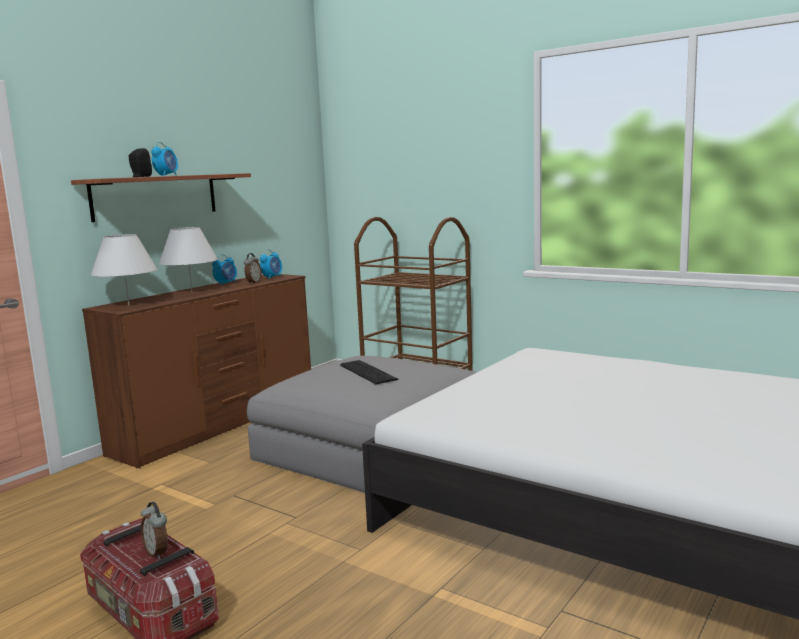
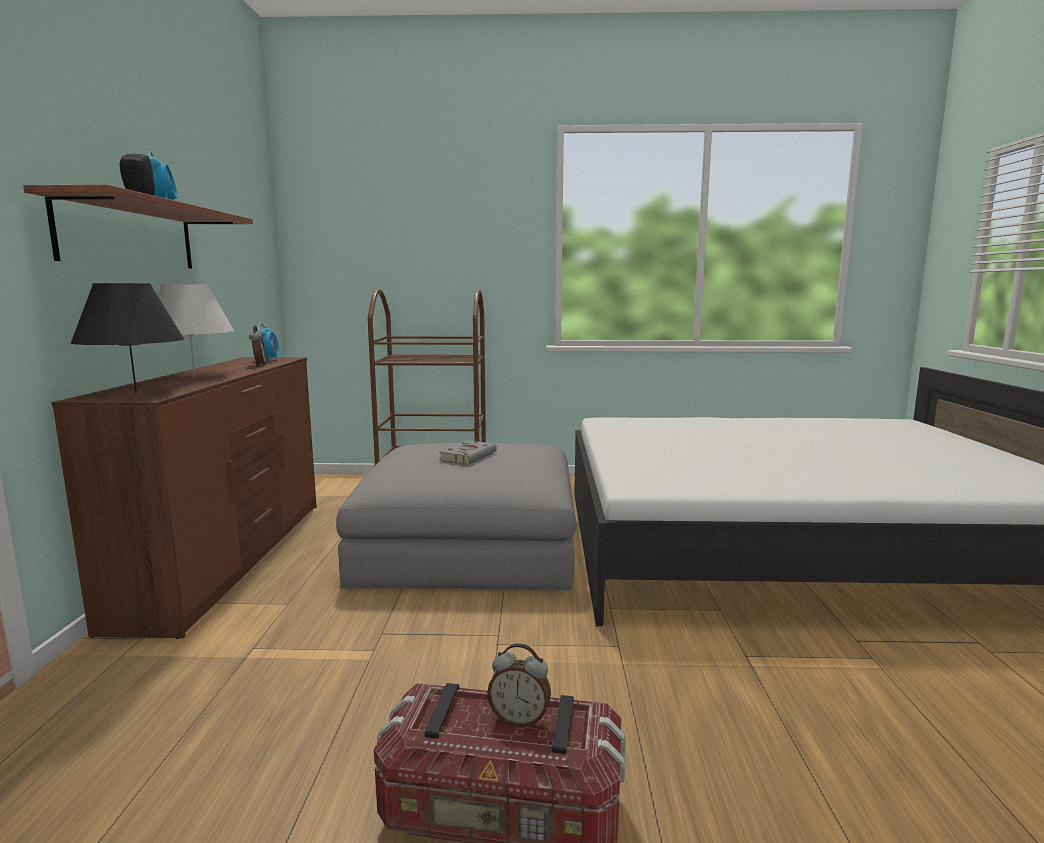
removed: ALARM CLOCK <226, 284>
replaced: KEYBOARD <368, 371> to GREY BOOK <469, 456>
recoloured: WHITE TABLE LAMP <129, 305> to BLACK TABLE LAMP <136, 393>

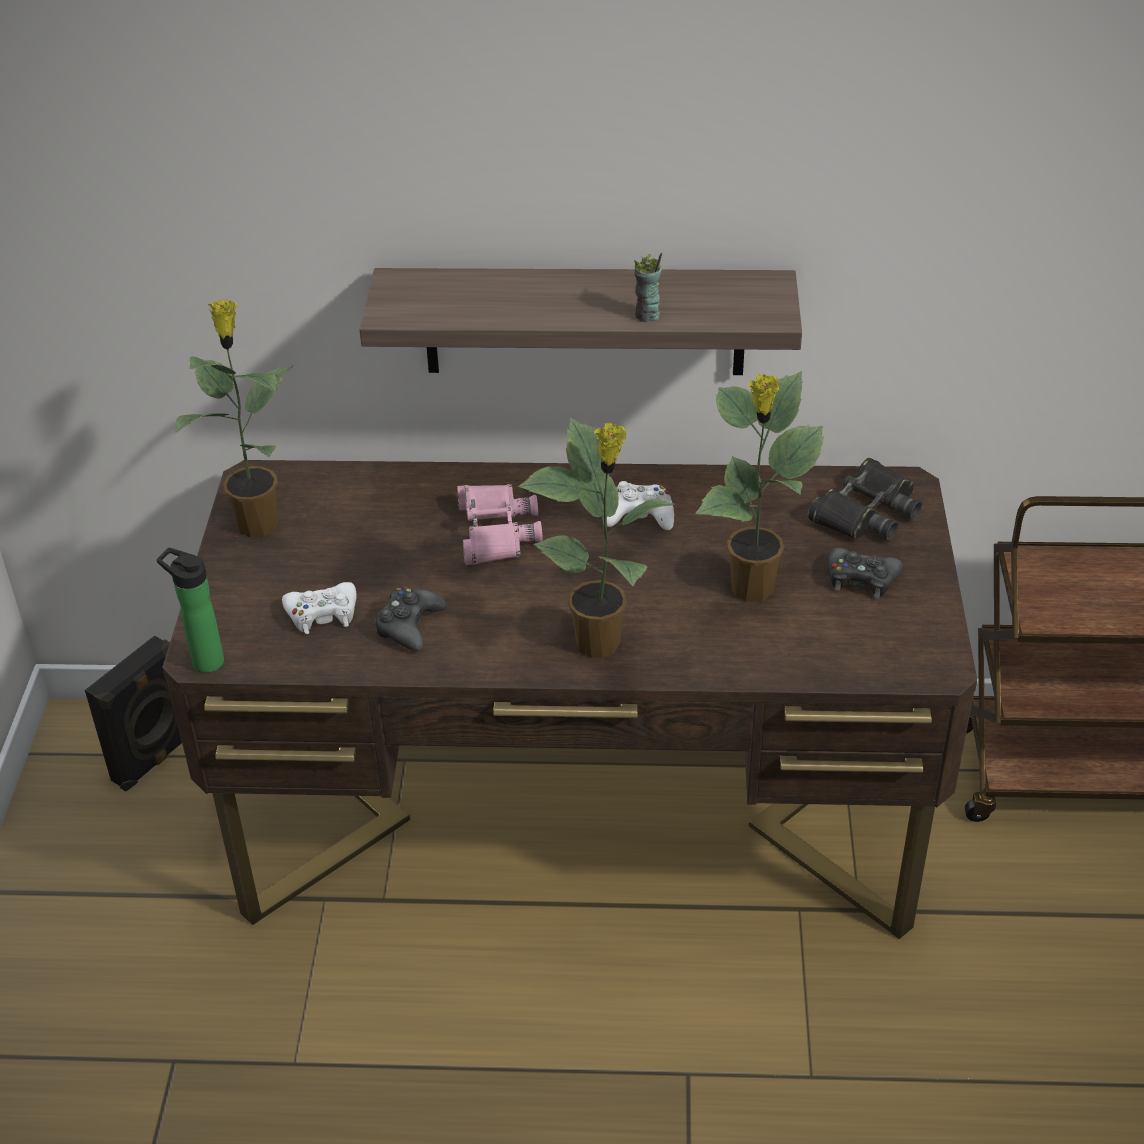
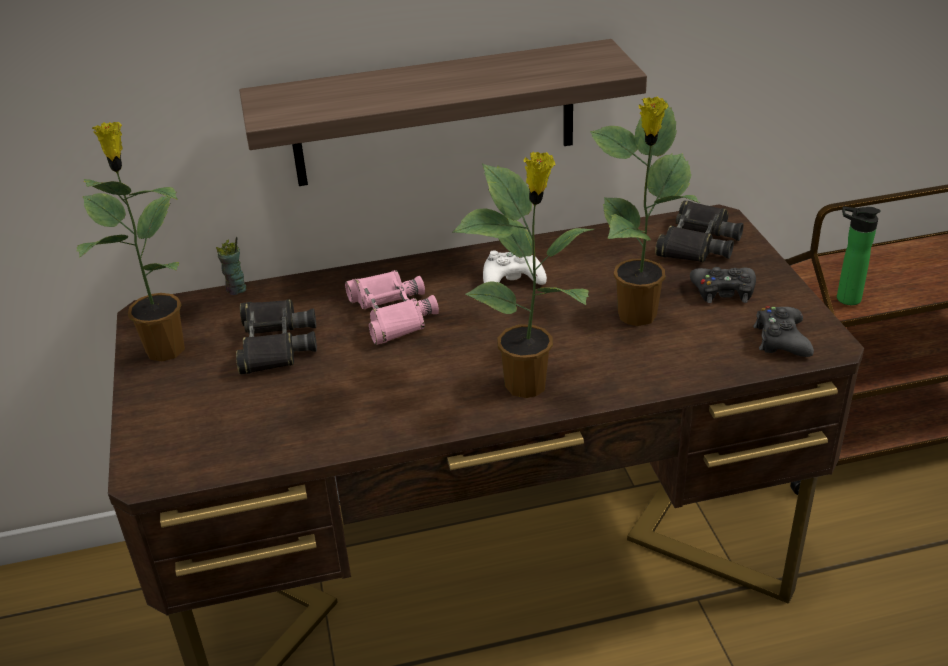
removed: BLACK SPEAKER <154, 759>; WHITE GAME CONTROLLER <322, 614>
added: BLACK BINOCULARS <274, 343>
moved: CUP <647, 316> to <236, 289>; BLACK GAME CONTROLLER <409, 625> to <781, 339>; BOTTLE <203, 660> to <844, 298>

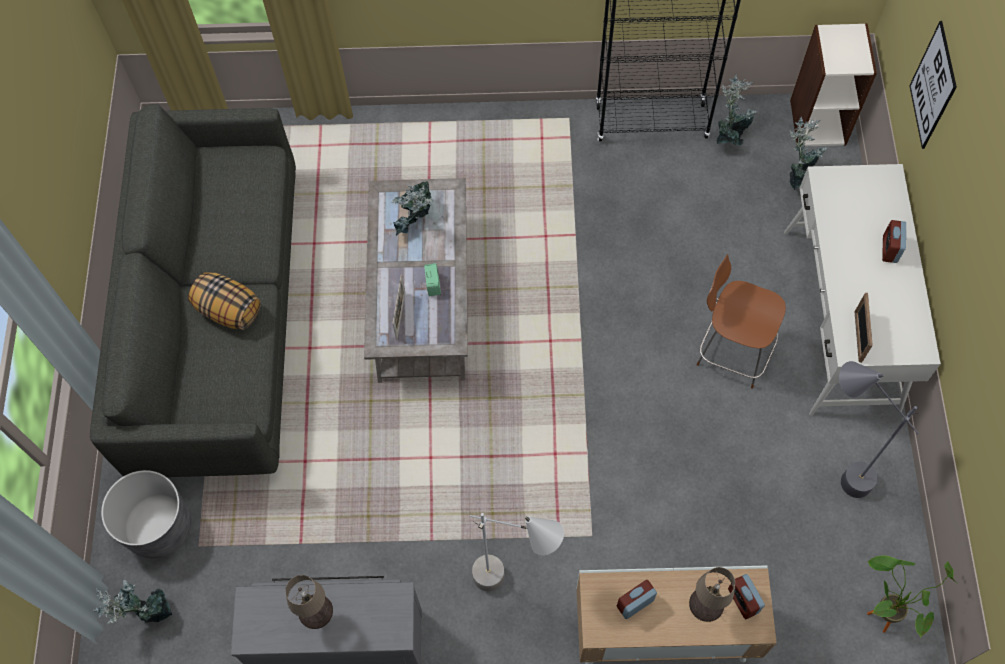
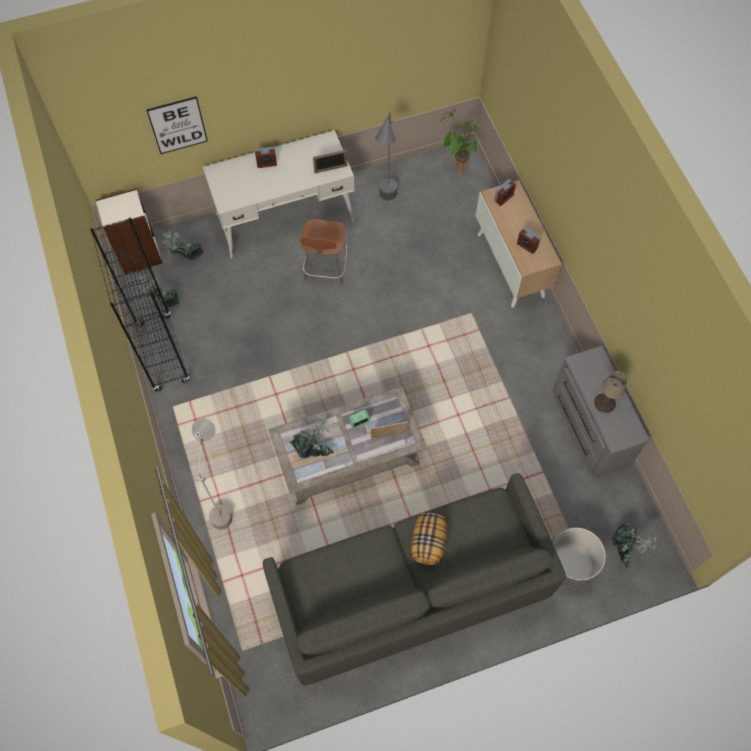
removed: BEIGE TABLE LAMP <707, 604>
moved: GREY FLOOR LAMP <514, 585> to <223, 502>

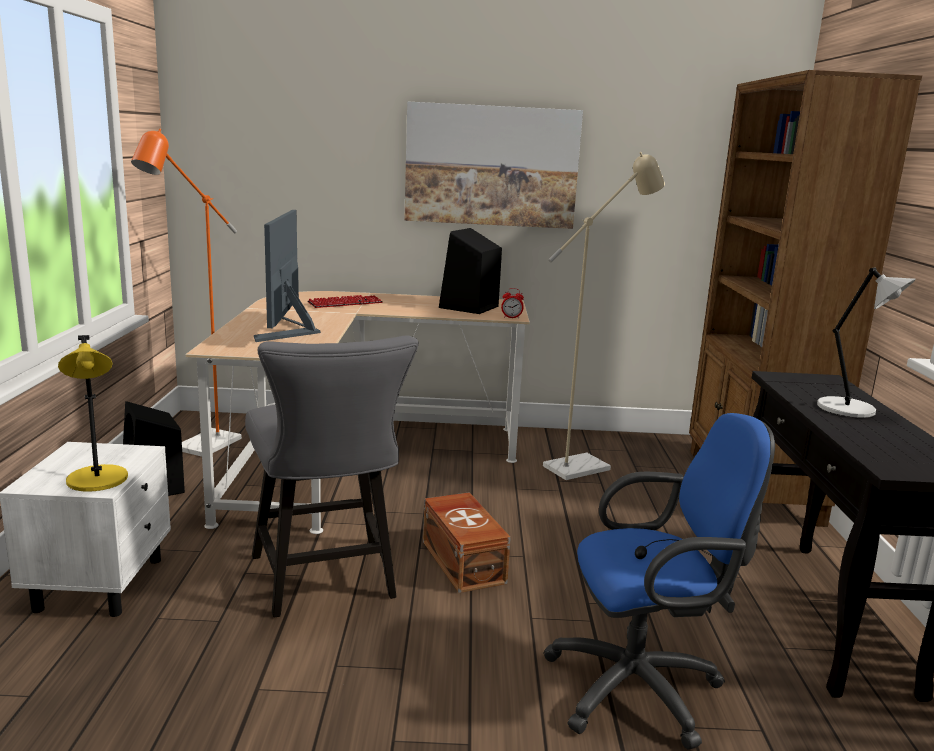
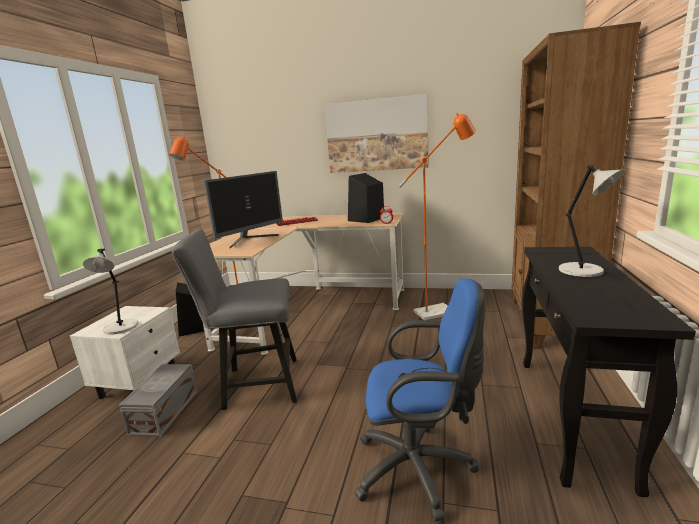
removed: BROWN STORAGE BOX <464, 561>
added: GREY STORAGE BOX <163, 412>
recoloured: YELLOW TABLE LAMP <98, 481> to GREY TABLE LAMP <120, 328>; BEIGE FLOOR LAMP <585, 466> to ORANGE FLOOR LAMP <440, 311>
turned: GREY CHAIR <327, 582> = <255, 384> 90 degrees clockwise; MONITOR <289, 331> = <250, 240> 150 degrees counterclockwise

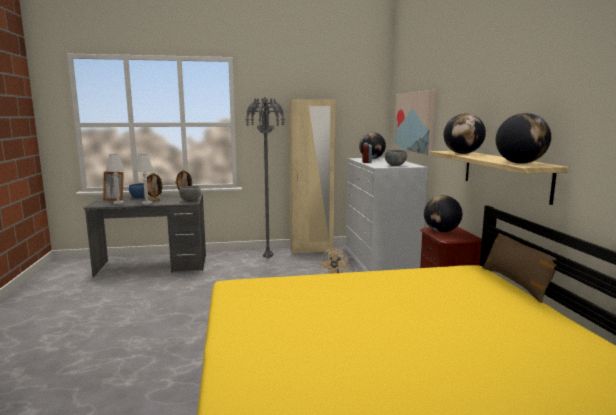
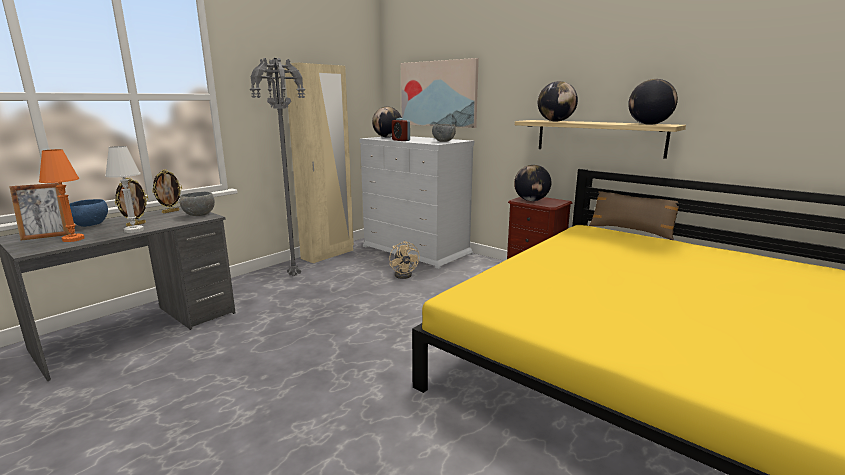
recoloured: WHITE TABLE LAMP <118, 203> to ORANGE TABLE LAMP <73, 239>

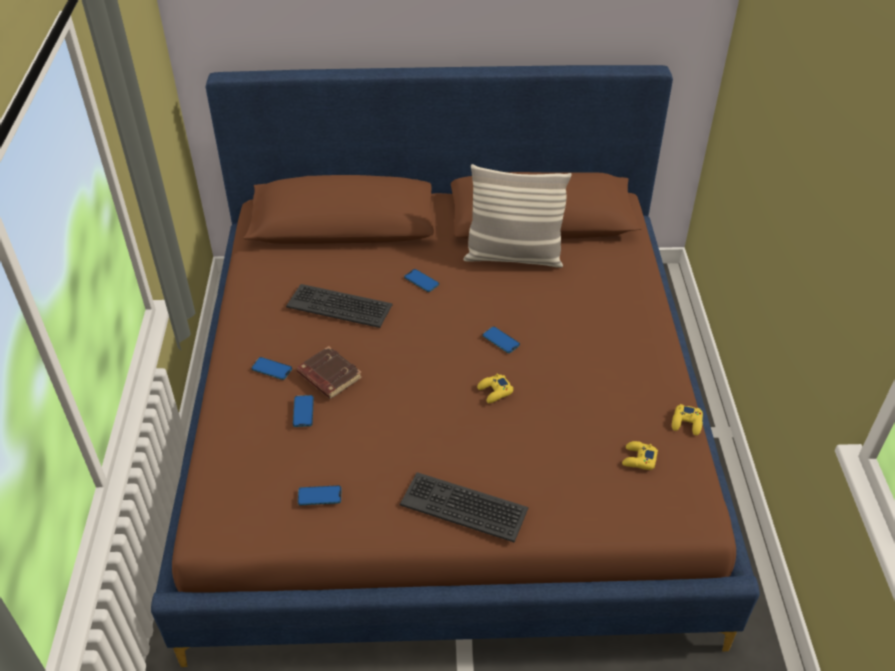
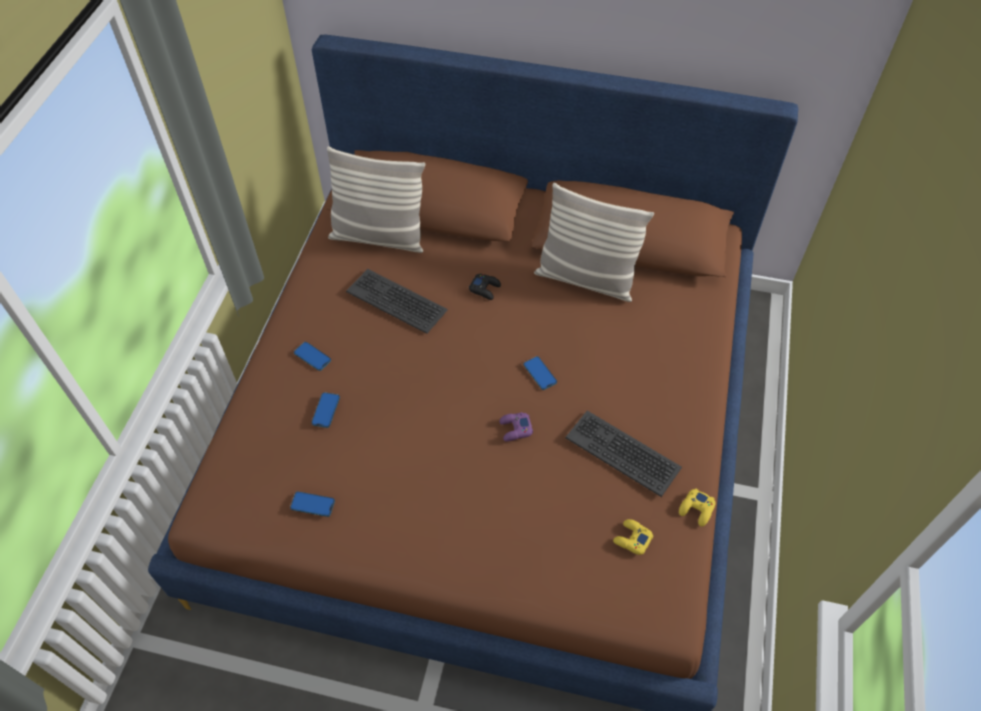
removed: BROWN BOOK <328, 376>
added: PILLOW <379, 237>
moved: KEYBOARD <464, 506> to <623, 452>
replaced: PHONE <421, 281> to BLACK GAME CONTROLLER <485, 288>
recoloured: YELLOW GAME CONTROLLER <495, 391> to PURPLE GAME CONTROLLER <515, 429>

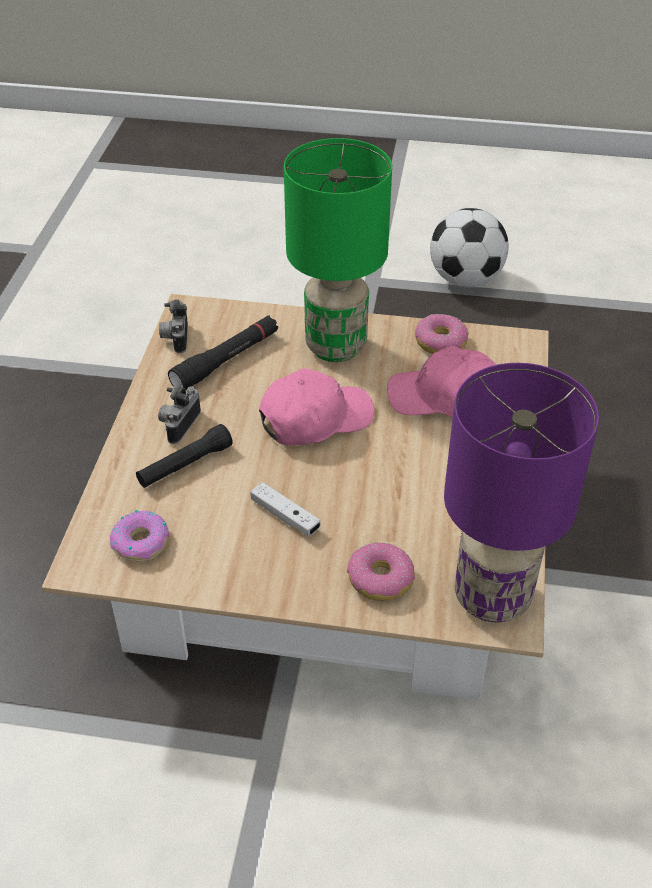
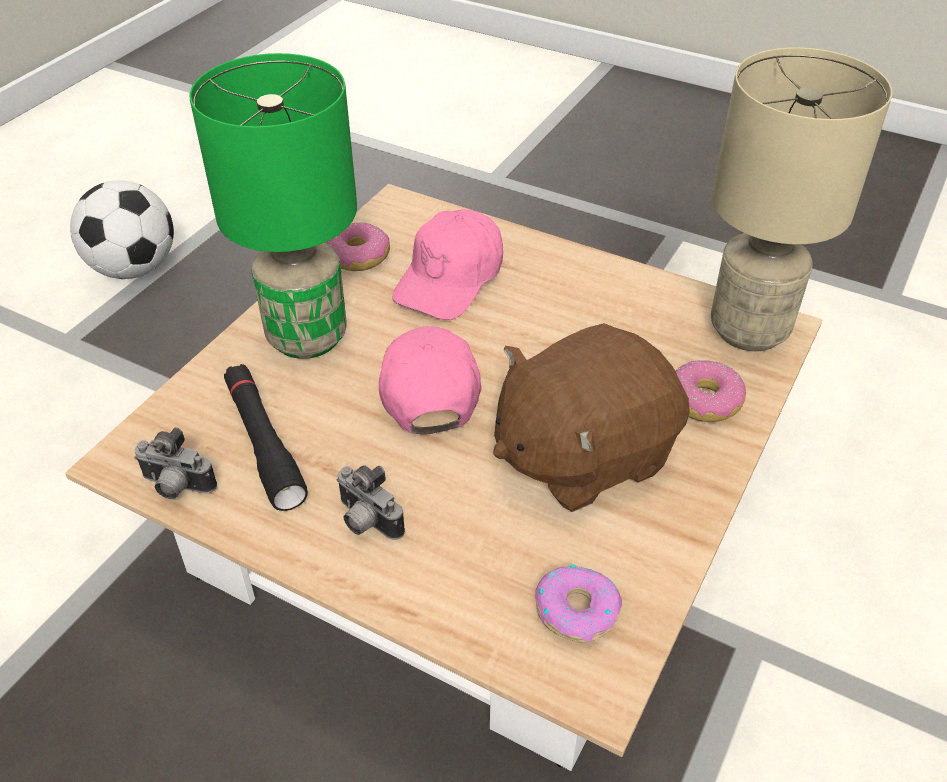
removed: BLACK FLASHLIGHT <185, 465>
replaced: WHITE GAME CONTROLLER <285, 516> to BROWN PLUSH TOY <582, 454>
recoloured: PURPLE TABLE LAMP <490, 597> to BEIGE TABLE LAMP <747, 331>

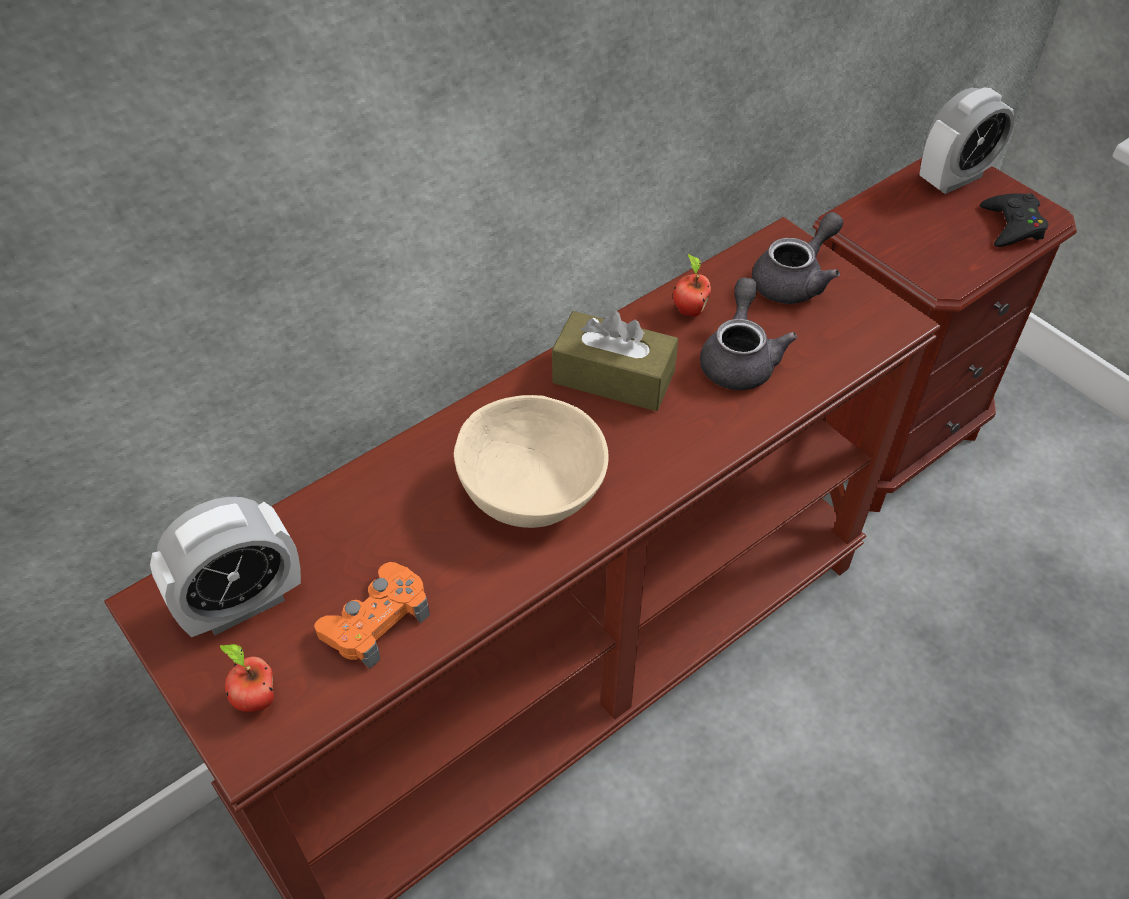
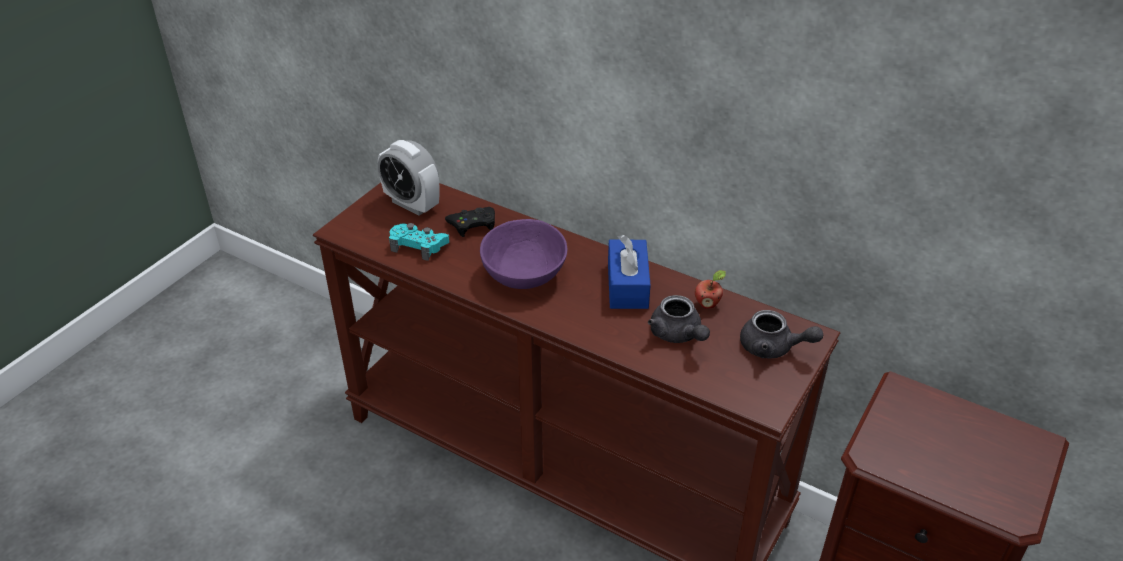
removed: APPLE <255, 699>; ALARM CLOCK <954, 179>
moved: BLACK GAME CONTROLLER <1012, 226> to <473, 225>
recoloured: ORANGE GAME CONTROLLER <376, 621> to TURQUOISE GAME CONTROLLER <418, 246>; BEIGE BOWL <529, 491> to PURPLE BOWL <523, 274>; BROWN TISSUE BOX <613, 377> to BLUE TISSUE BOX <627, 285>
turned: GREY TEAPOT <739, 358> = <678, 335> 75 degrees clockwise

